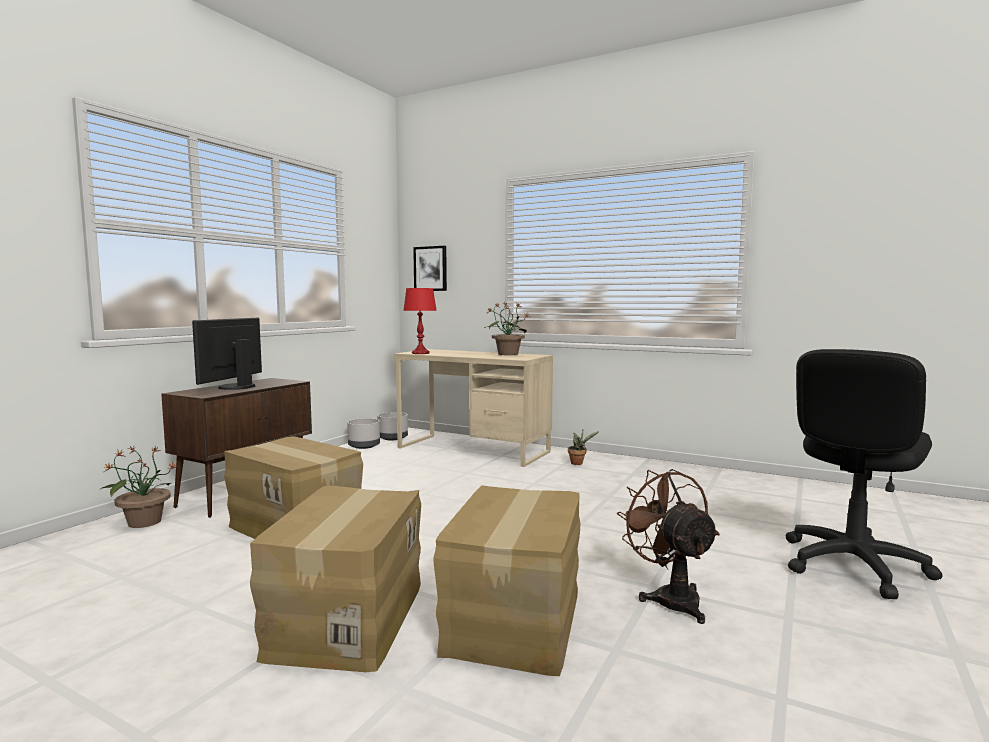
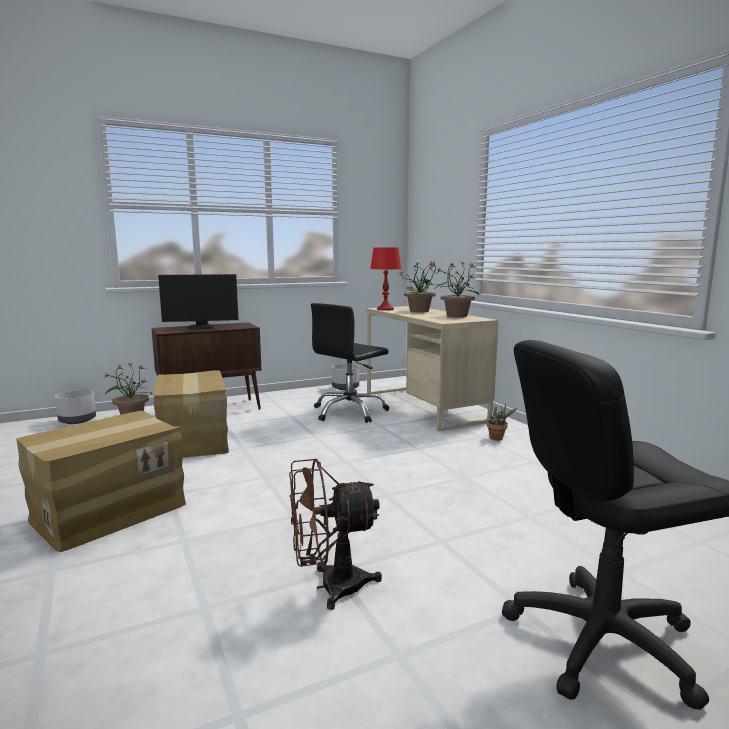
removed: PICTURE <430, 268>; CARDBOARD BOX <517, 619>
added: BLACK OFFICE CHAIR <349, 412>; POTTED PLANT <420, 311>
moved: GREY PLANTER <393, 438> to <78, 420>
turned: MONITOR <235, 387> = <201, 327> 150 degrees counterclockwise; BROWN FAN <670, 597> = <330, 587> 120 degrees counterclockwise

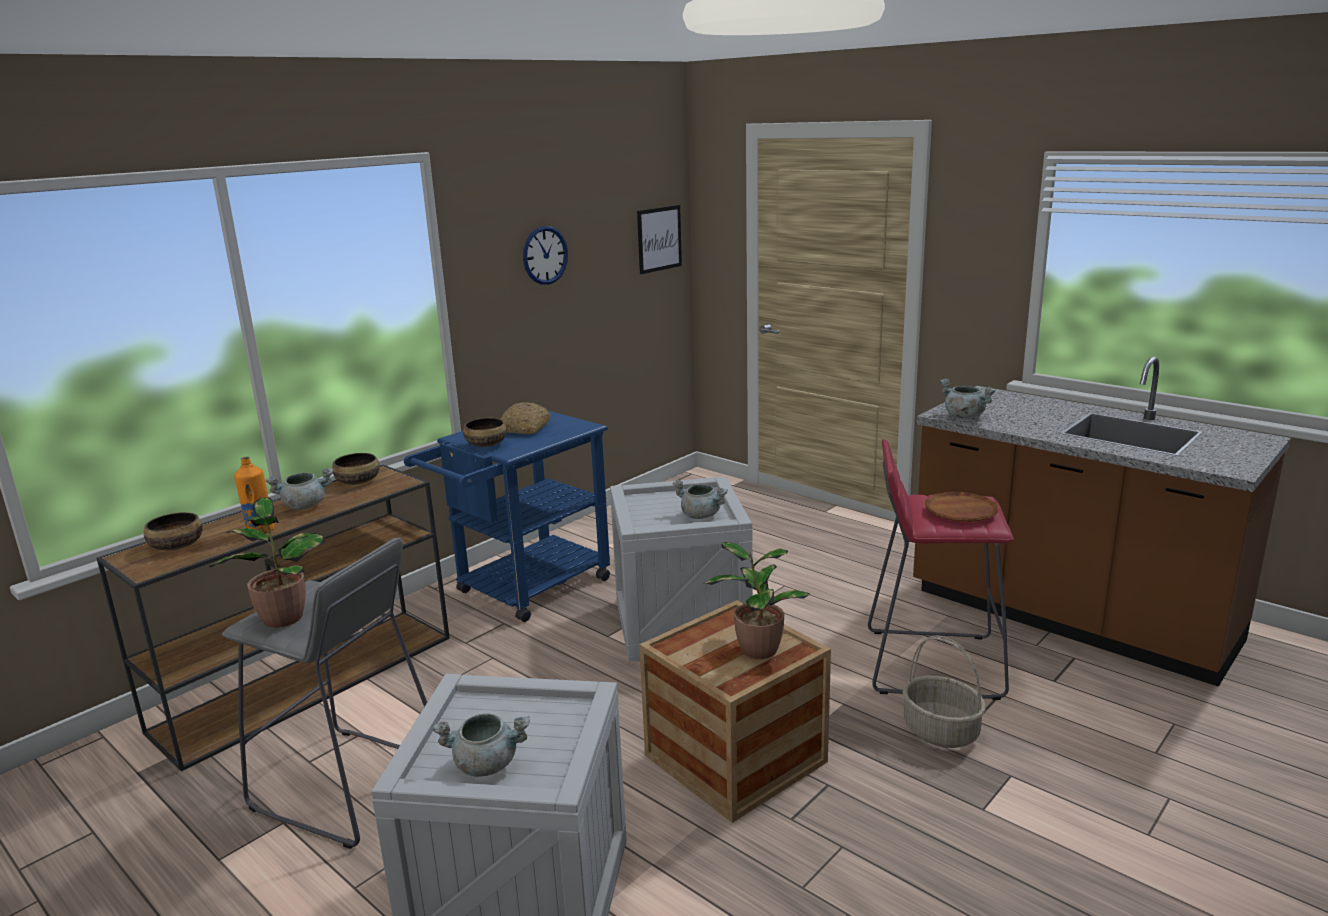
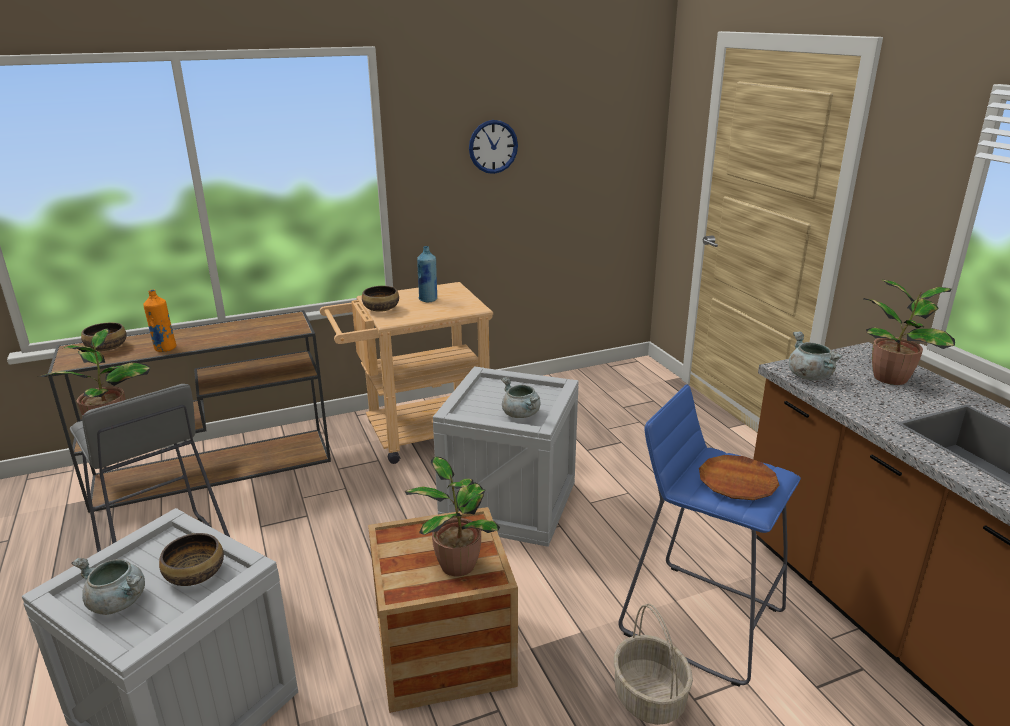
removed: GREY COOKING POT <305, 505>; PICTURE <659, 239>
added: POTTED PLANT <892, 378>
moved: BOWL <358, 481> to <196, 573>
replaced: BREAD <525, 428> to BLUE BOTTLE <428, 299>
recoloured: BLUE CART <524, 590> to BEIGE CART <416, 435>; RED STOOL <931, 663> to BLUE STOOL <701, 619>

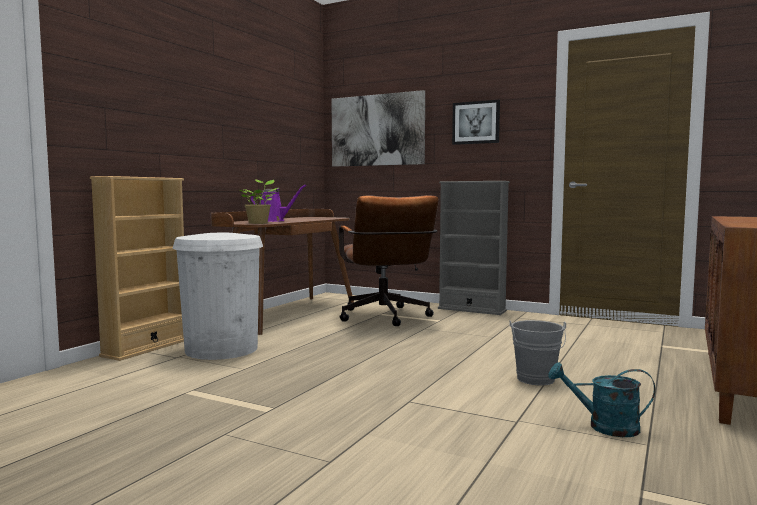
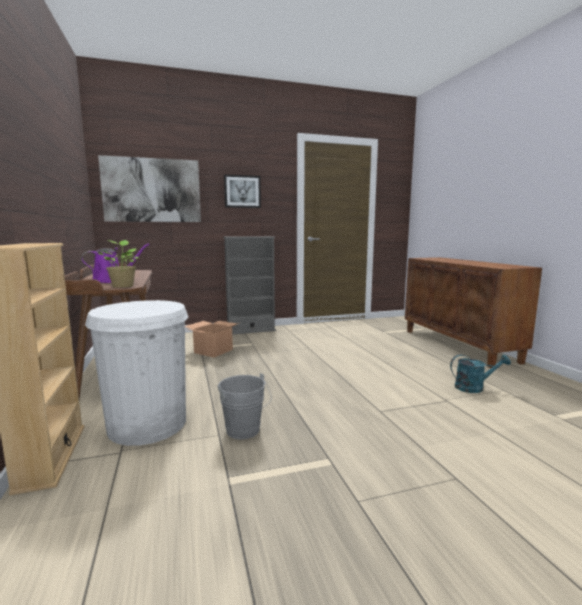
moved: GREY BUCKET <536, 380> to <245, 432>
replaced: BROWN OFFICE CHAIR <385, 318> to CARDBOARD BOX <213, 351>
turned: TURQUOISE WATERING CAN <604, 427> = <474, 387> 150 degrees counterclockwise

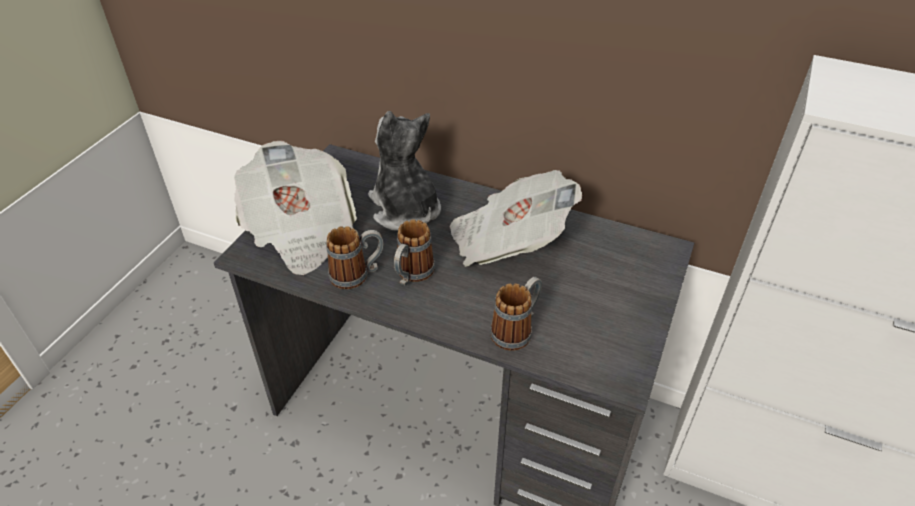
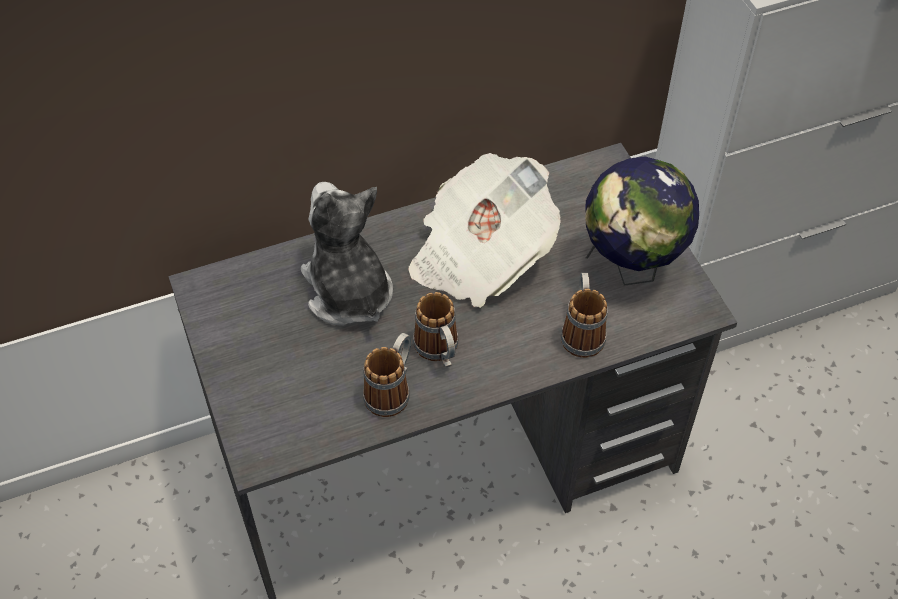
removed: NEWSPAPER <301, 231>
added: GLOBE <631, 268>
turned: PLUSH TOY <405, 209> = <348, 292> 45 degrees clockwise

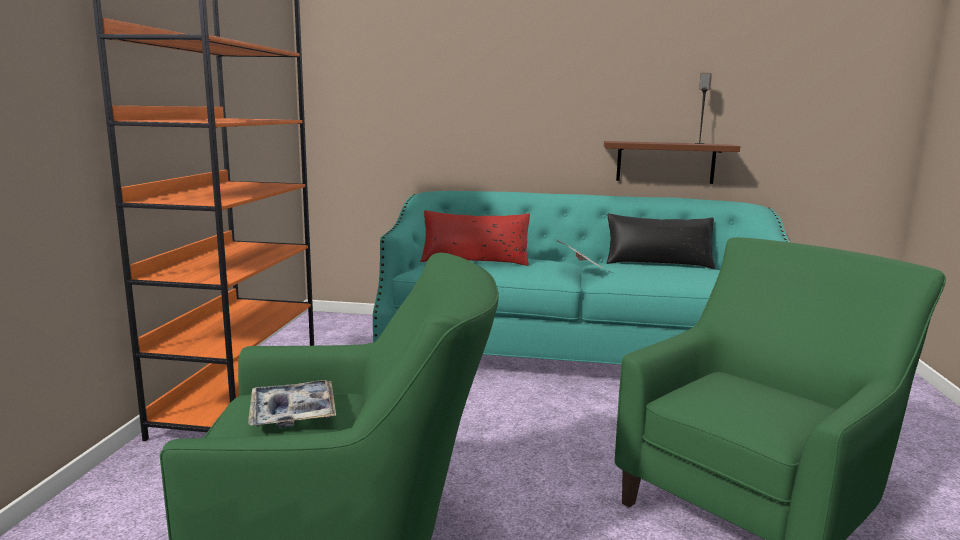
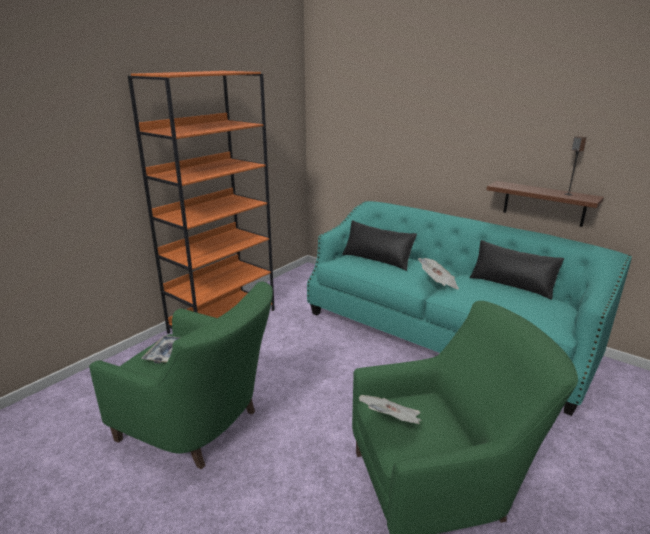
added: NEWSPAPER <392, 422>
recoloured: RED PILLOW <475, 261> to BLACK PILLOW <377, 259>

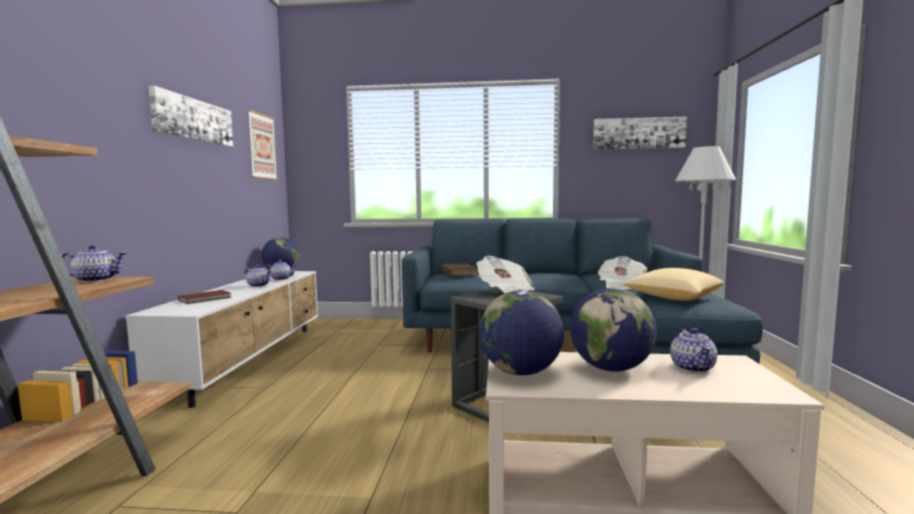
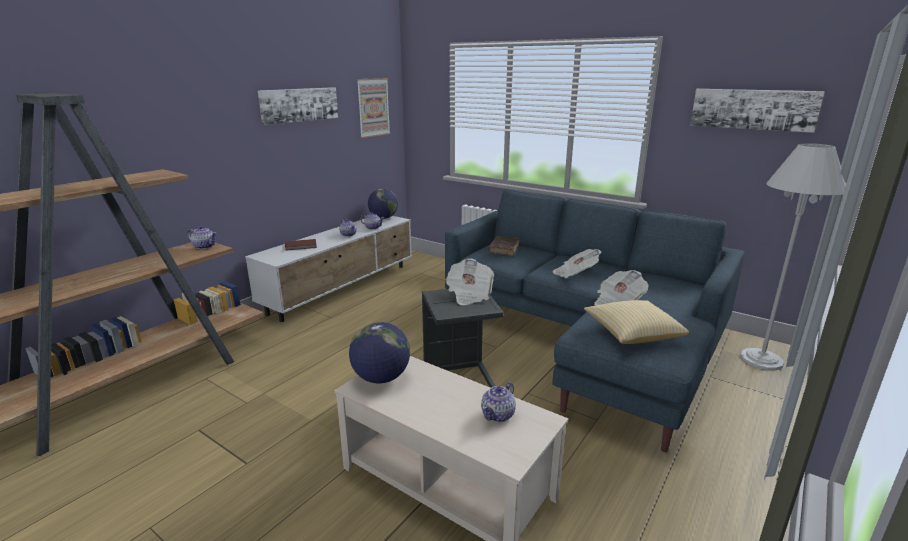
removed: GLOBE <611, 368>
added: NEWSPAPER <575, 274>

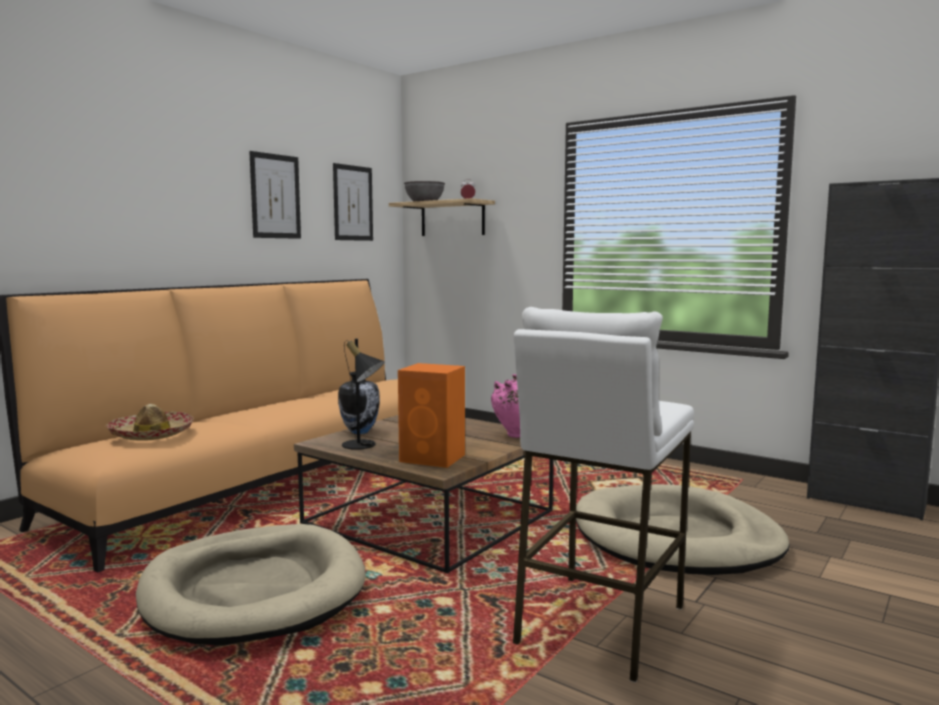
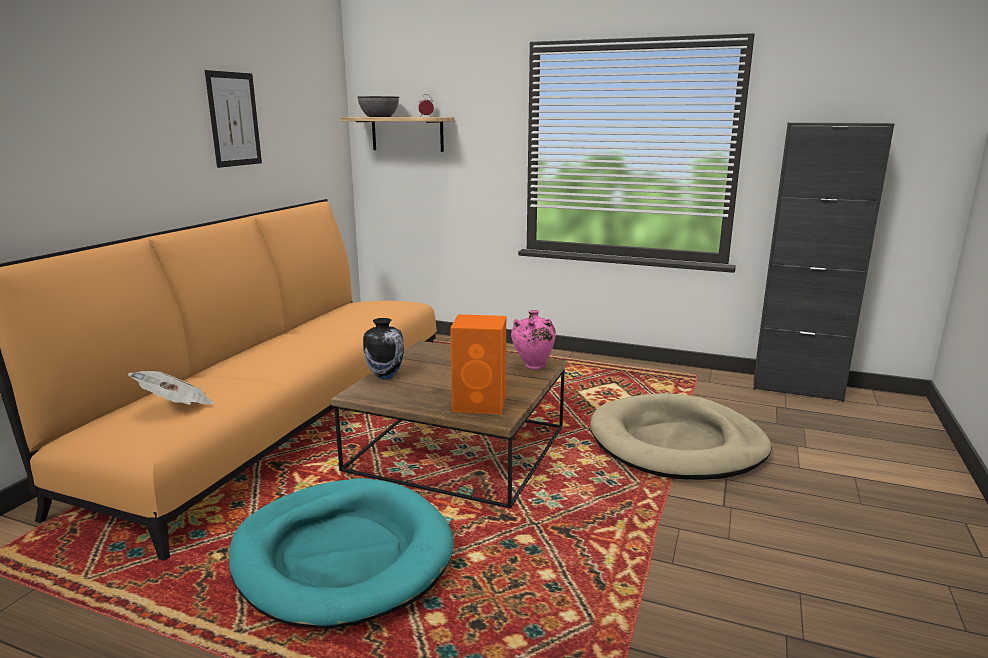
removed: PICTURE <353, 203>; BLACK TABLE LAMP <363, 446>; WHITE STOOL <598, 624>
replaced: HAT <151, 435> to NEWSPAPER <176, 406>
recoloured: BEIGE DOG BED <254, 590> to TURQUOISE DOG BED <342, 556>

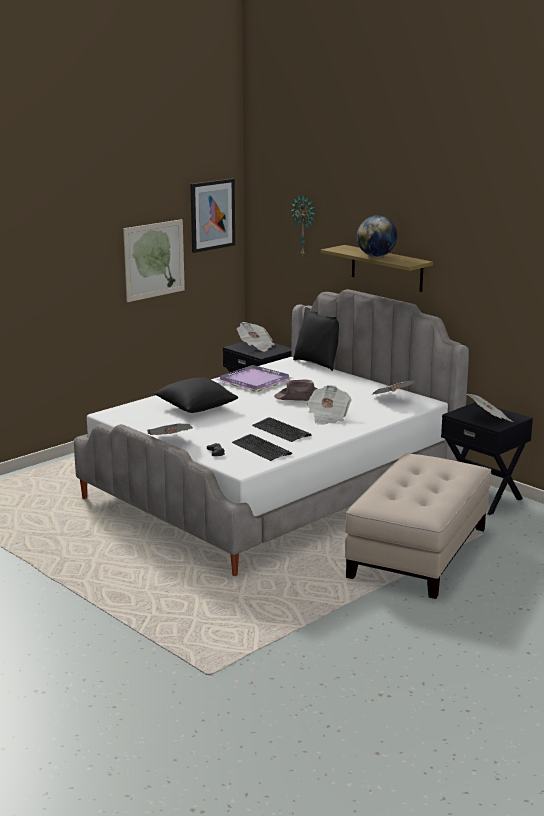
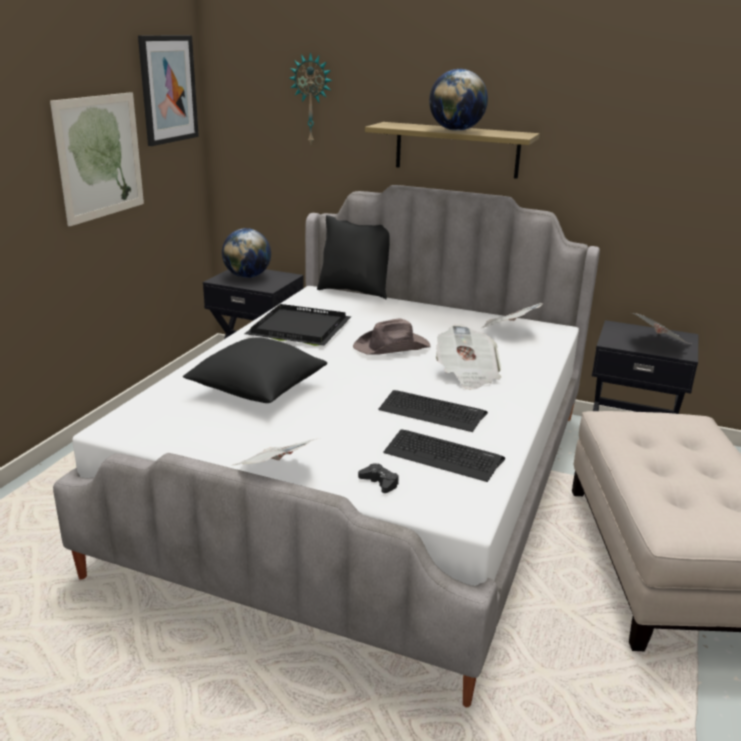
replaced: NEWSPAPER <255, 346> to GLOBE <247, 276>
recoloured: PURPLE TRAY <254, 381> to BLACK TRAY <300, 329>

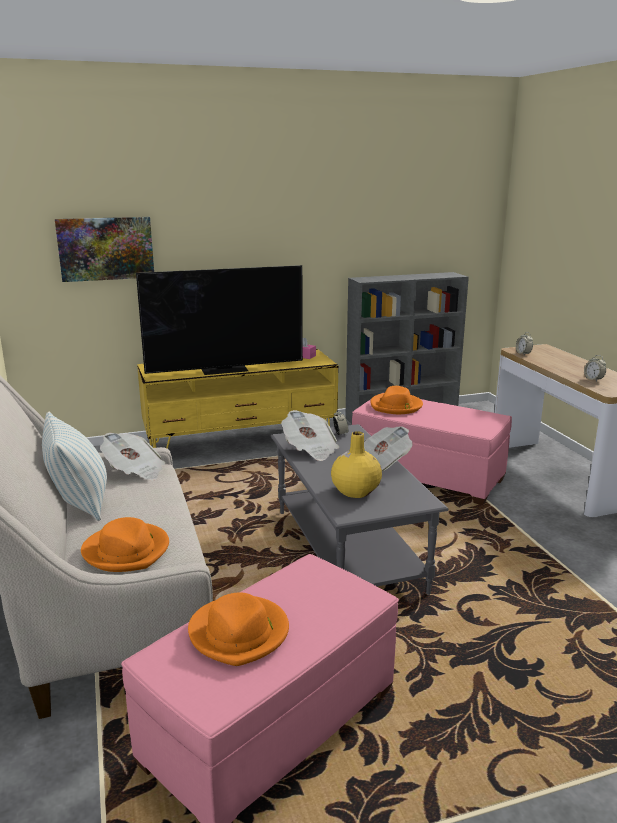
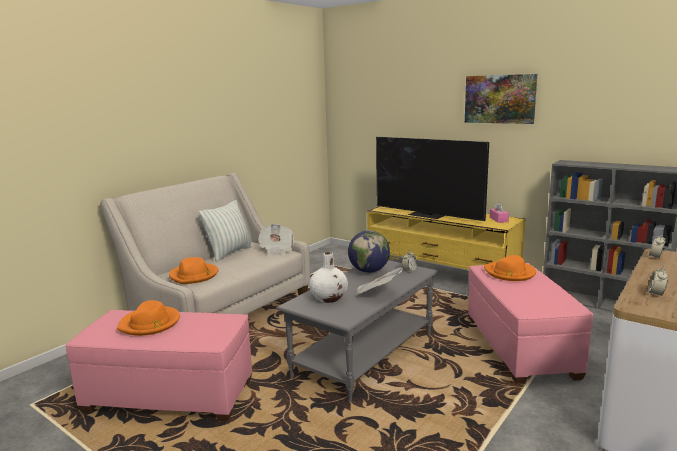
moved: PICTURE <106, 248> to <500, 99>
replaced: NEWSPAPER <310, 449> to GLOBE <369, 271>
recoloured: YELLOW VASE <355, 491> to WHITE VASE <329, 298>

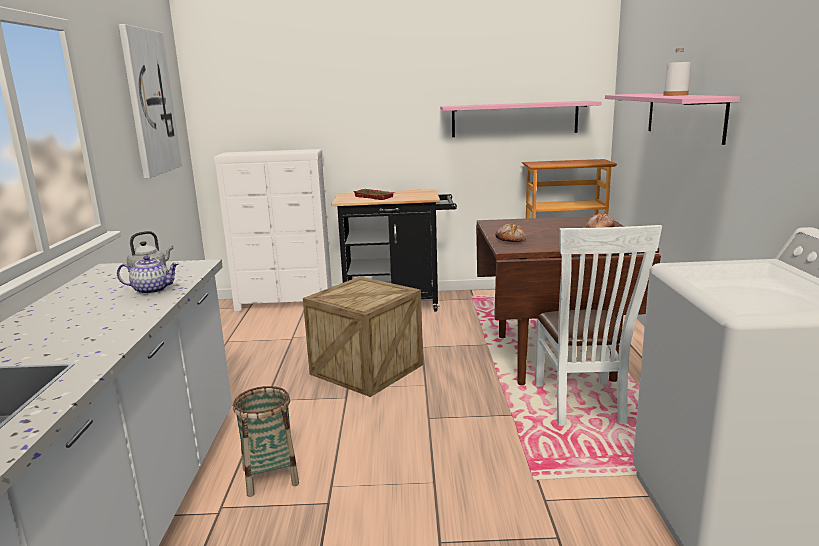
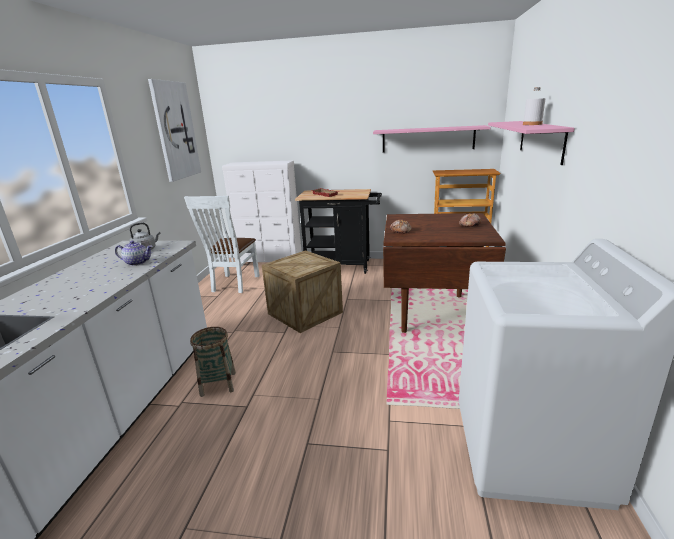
moved: WHITE CHAIR <582, 406> to <233, 285>

